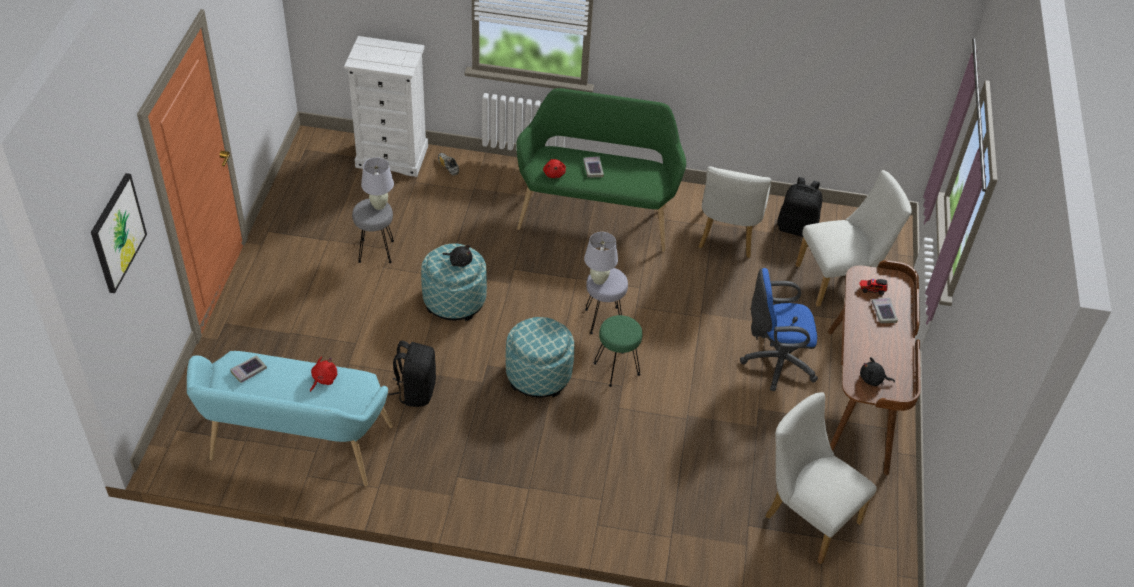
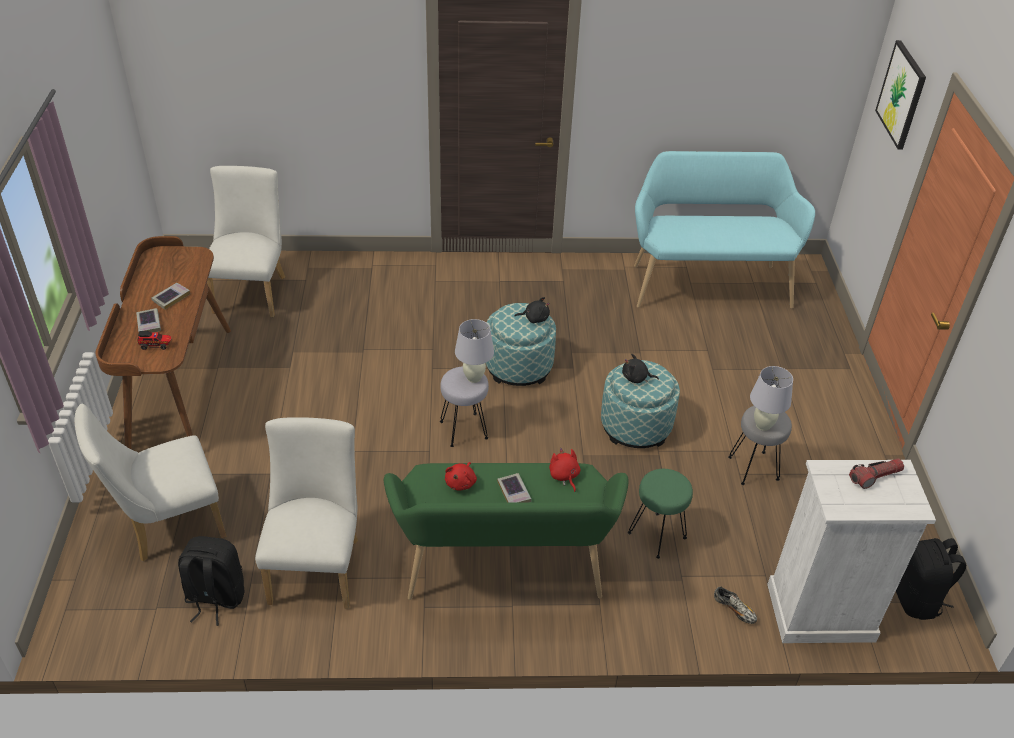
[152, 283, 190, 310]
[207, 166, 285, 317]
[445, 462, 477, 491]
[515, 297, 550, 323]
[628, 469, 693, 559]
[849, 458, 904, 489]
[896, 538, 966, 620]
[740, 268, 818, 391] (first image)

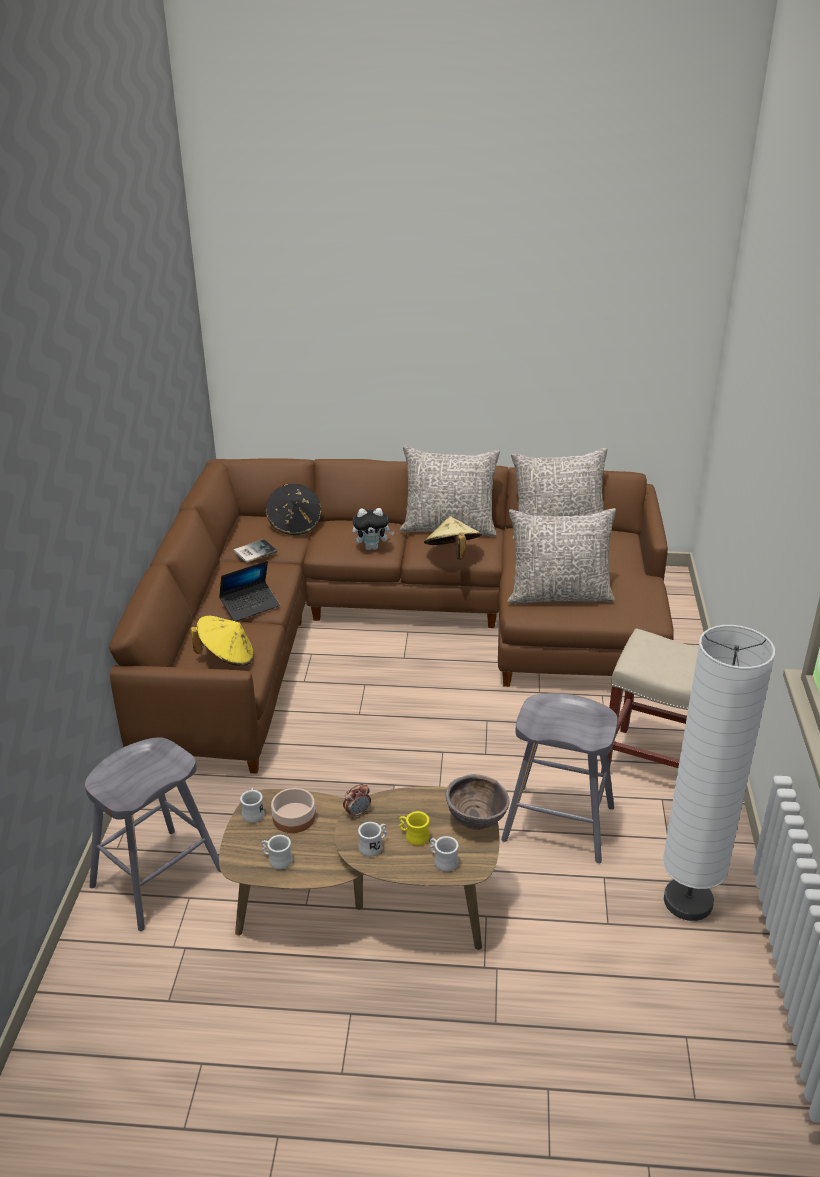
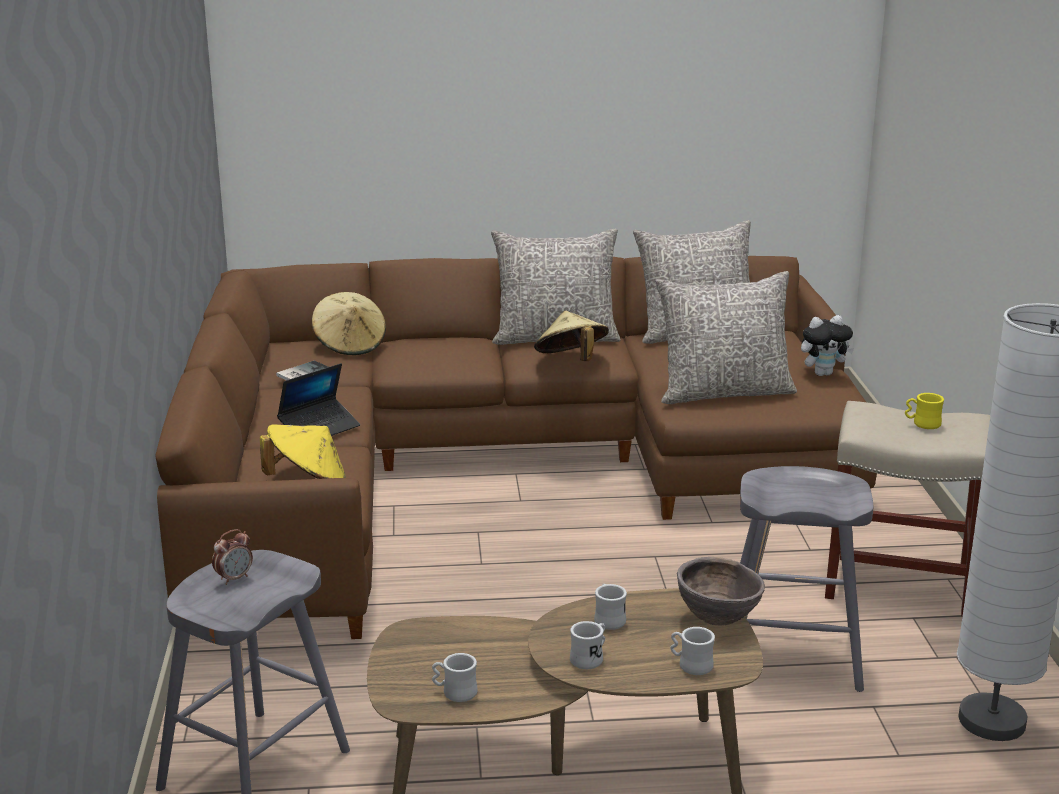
[212, 529, 253, 585]
[312, 292, 386, 355]
[594, 584, 627, 630]
[801, 315, 854, 376]
[905, 393, 944, 429]
[271, 788, 315, 833] (first image)

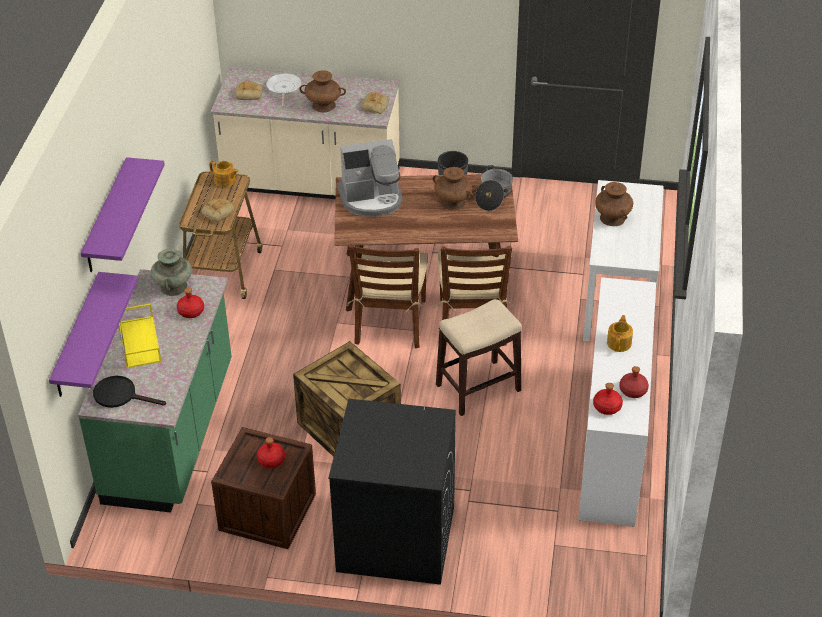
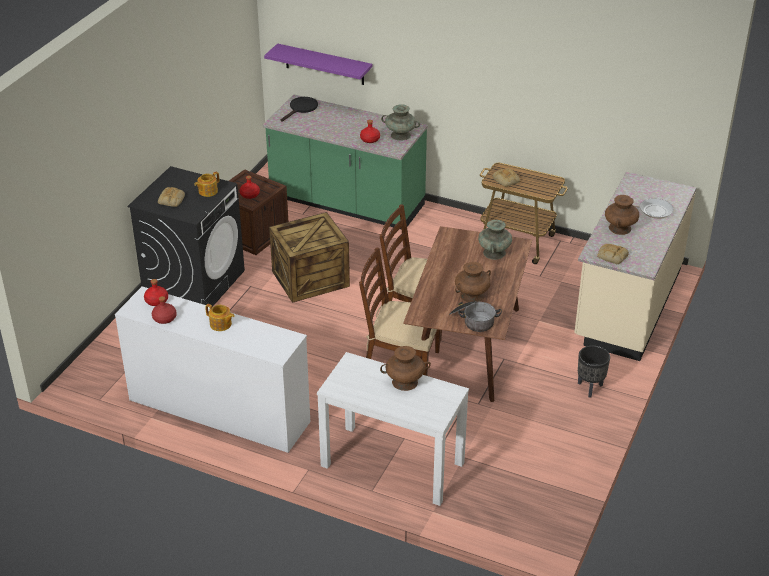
[158, 187, 185, 207]
[194, 172, 219, 197]
[478, 220, 512, 260]
[81, 157, 165, 272] (first image)
[119, 303, 162, 368] (first image)
[436, 299, 522, 416] (first image)

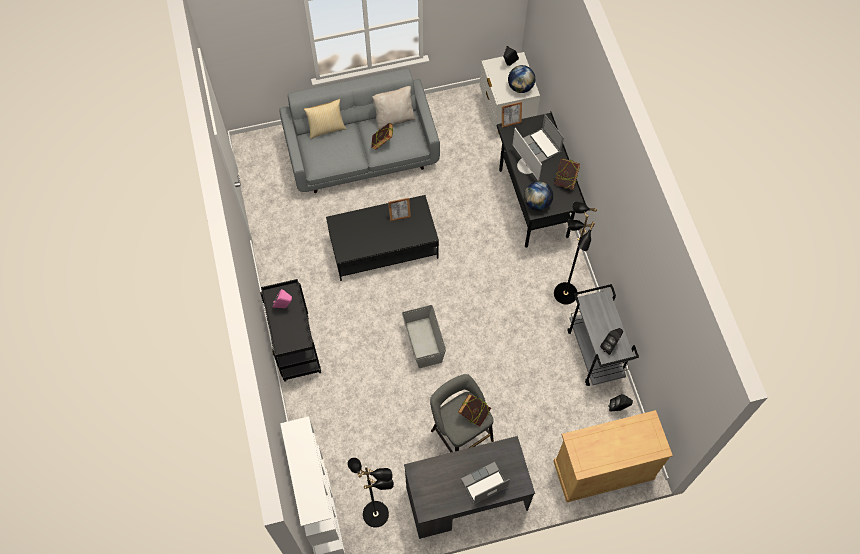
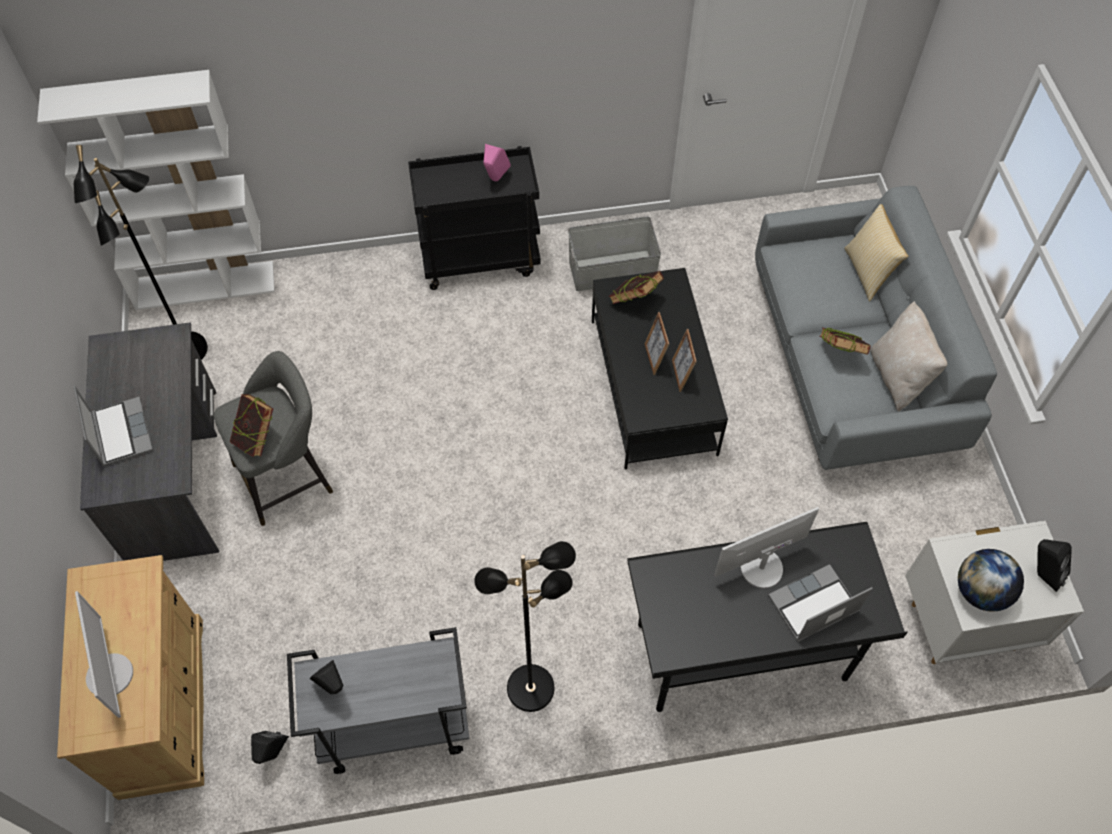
[75, 591, 133, 718]
[568, 216, 661, 291]
[608, 271, 664, 304]
[645, 312, 669, 375]
[524, 181, 553, 211] (first image)

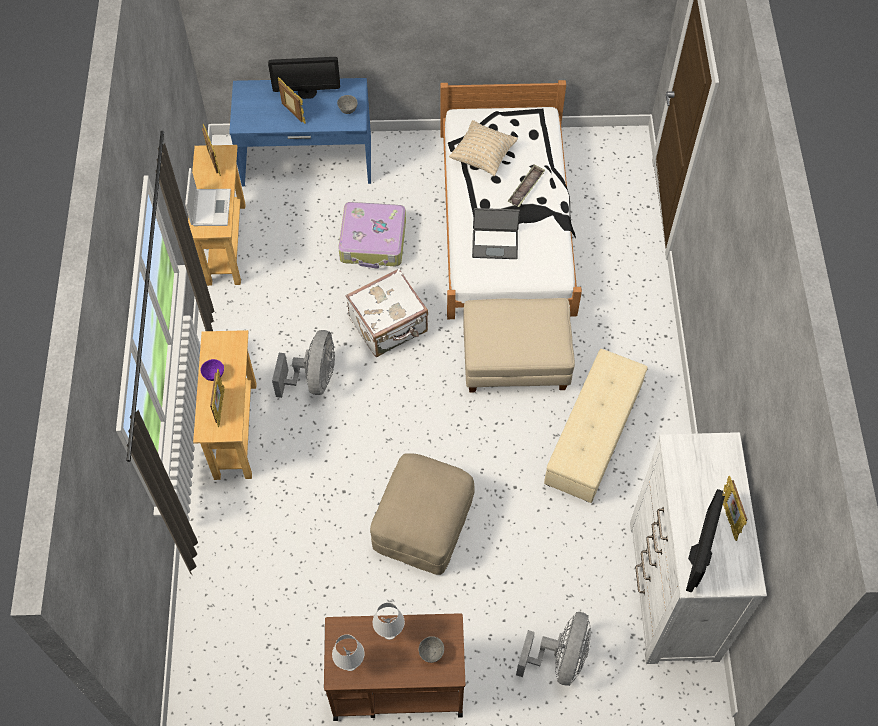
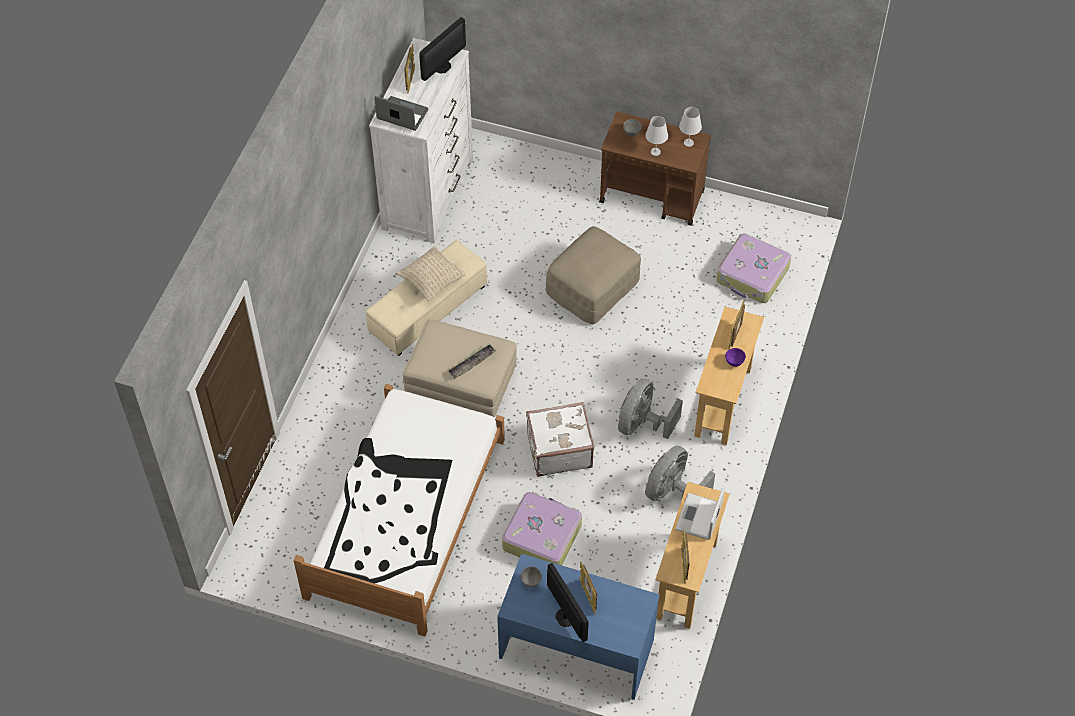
[374, 96, 428, 131]
[397, 246, 466, 301]
[447, 343, 496, 379]
[547, 563, 589, 642]
[645, 445, 715, 501]
[716, 234, 791, 303]

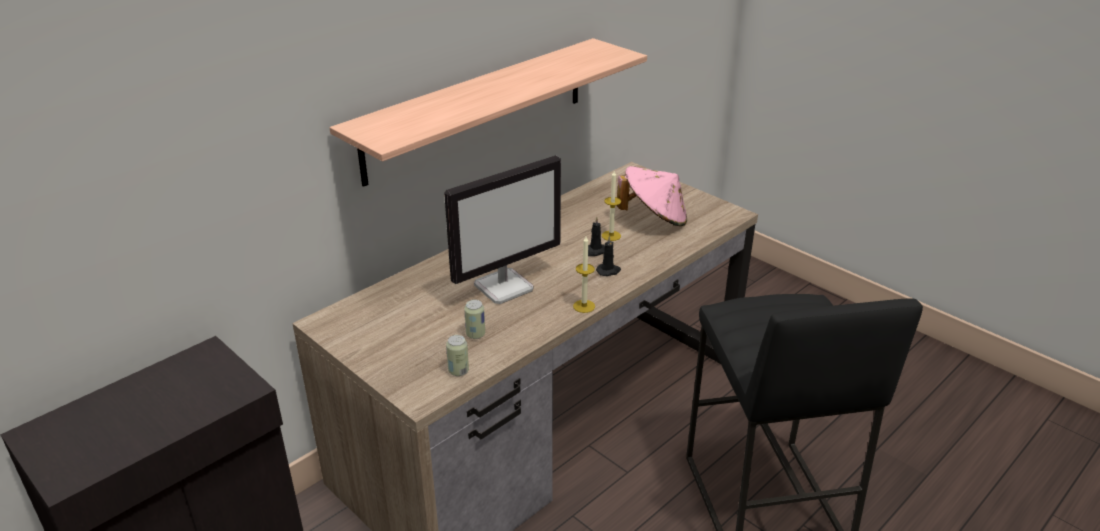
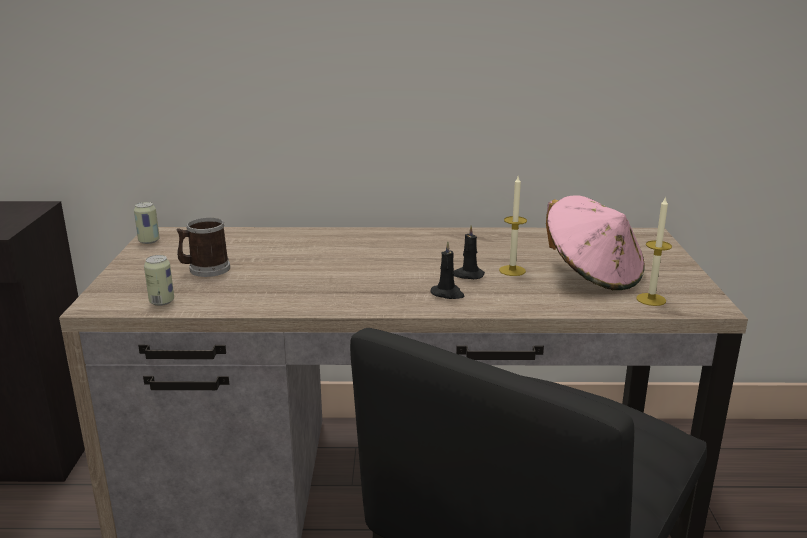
[134, 202, 160, 244]
[177, 218, 230, 277]
[636, 196, 672, 306]
[330, 38, 647, 187] (first image)
[444, 155, 561, 304] (first image)

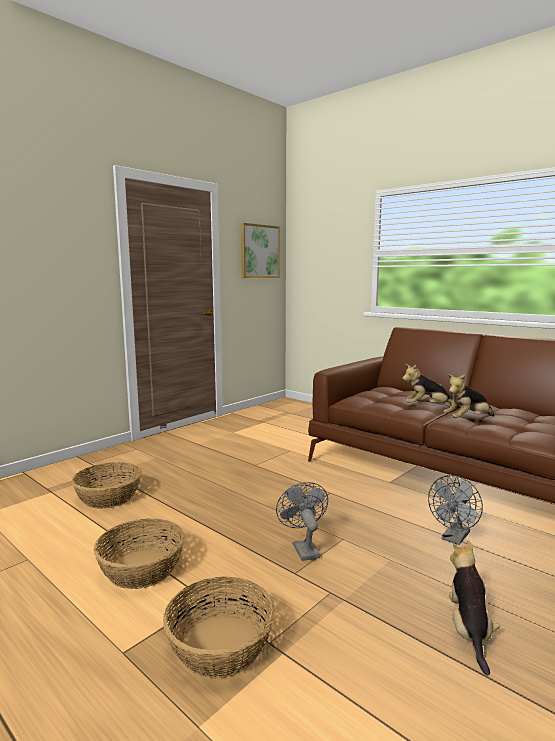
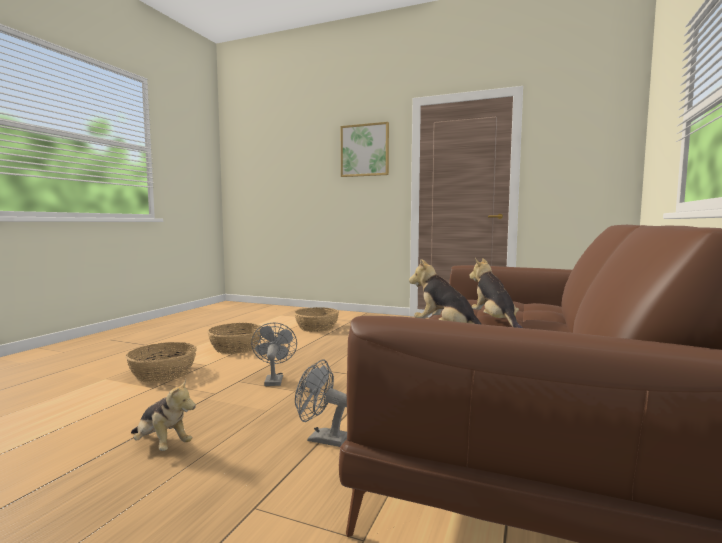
[131, 379, 196, 451]
[251, 323, 297, 386]
[341, 122, 389, 177]

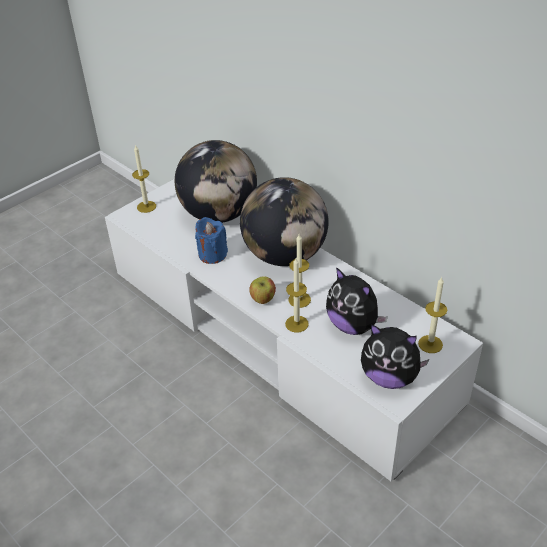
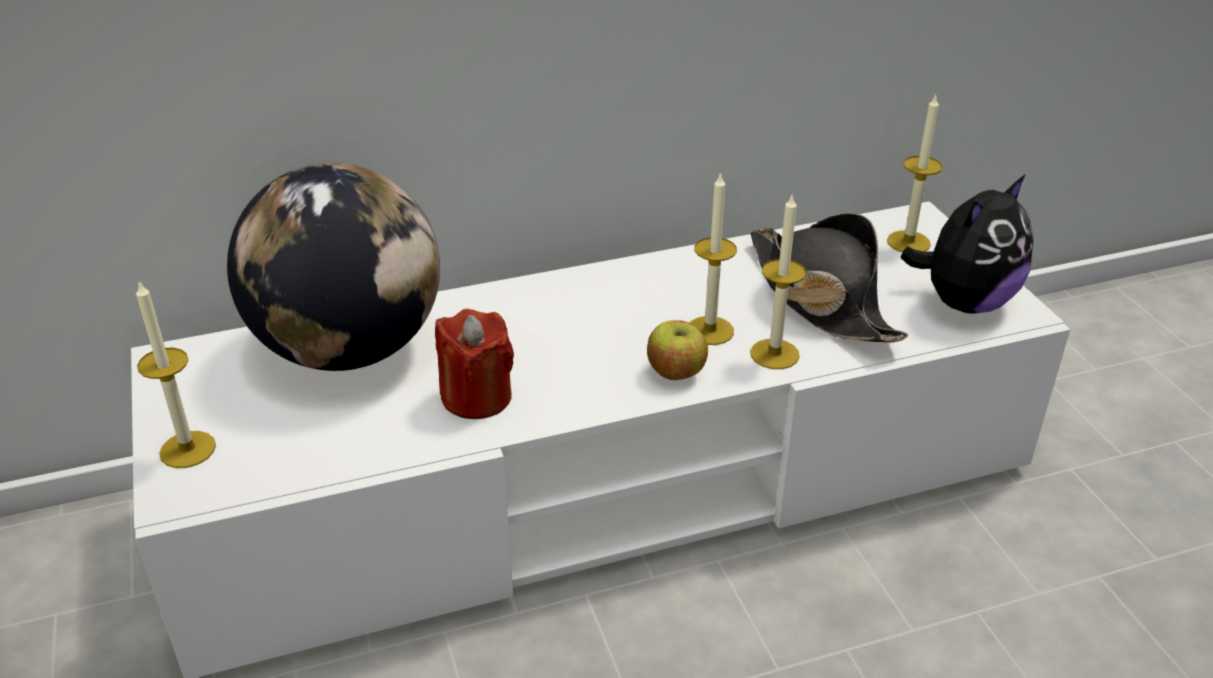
[435, 309, 514, 419]
[750, 213, 908, 342]
[240, 177, 329, 266] (first image)

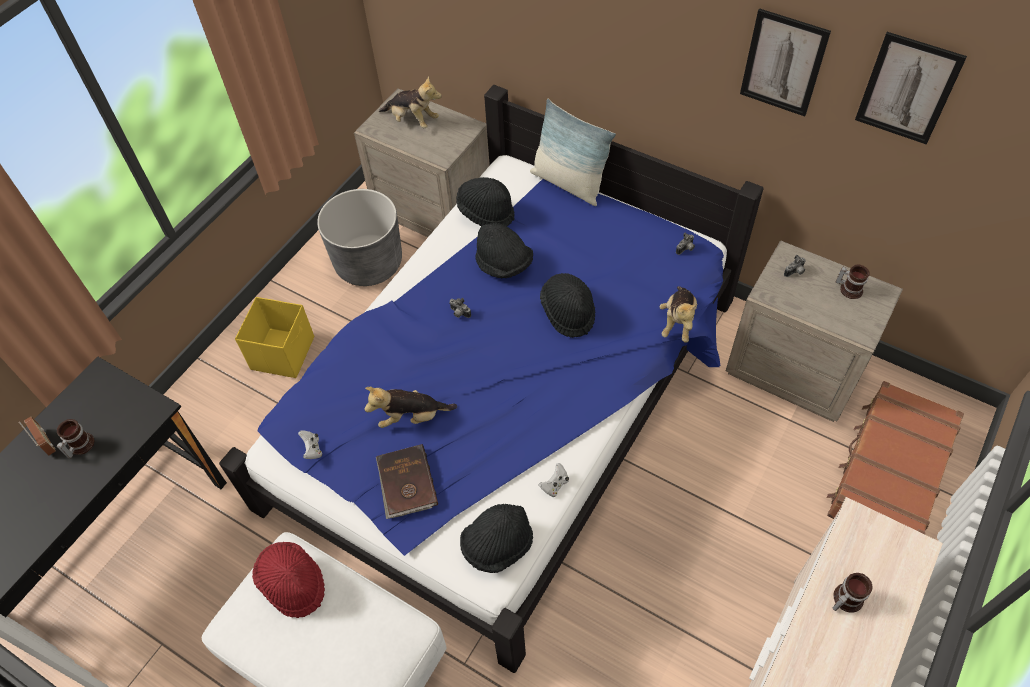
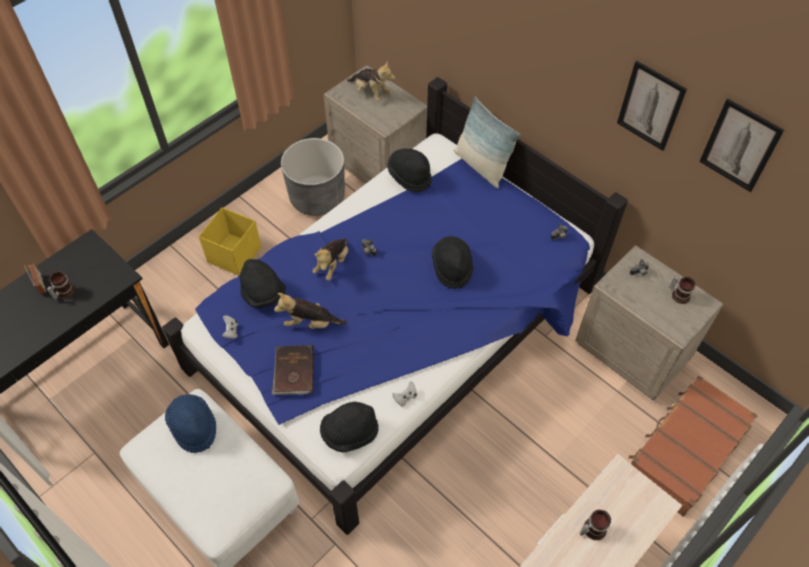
[165, 394, 216, 453]
[240, 259, 286, 308]
[312, 238, 348, 281]

